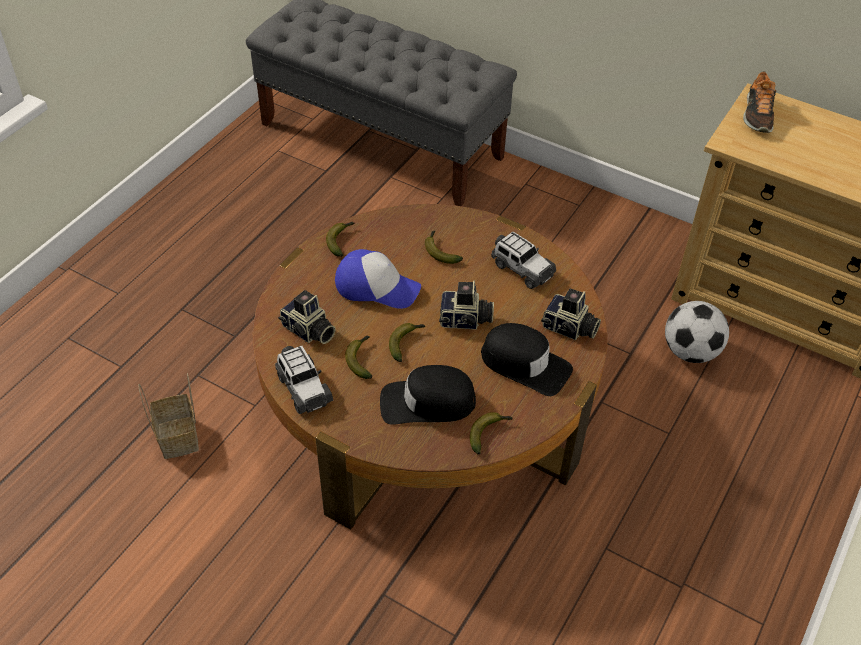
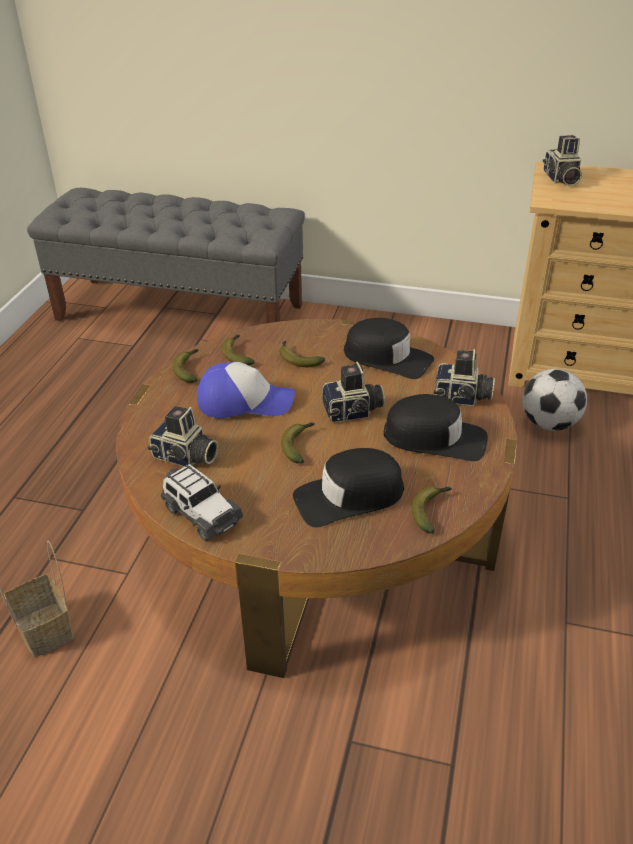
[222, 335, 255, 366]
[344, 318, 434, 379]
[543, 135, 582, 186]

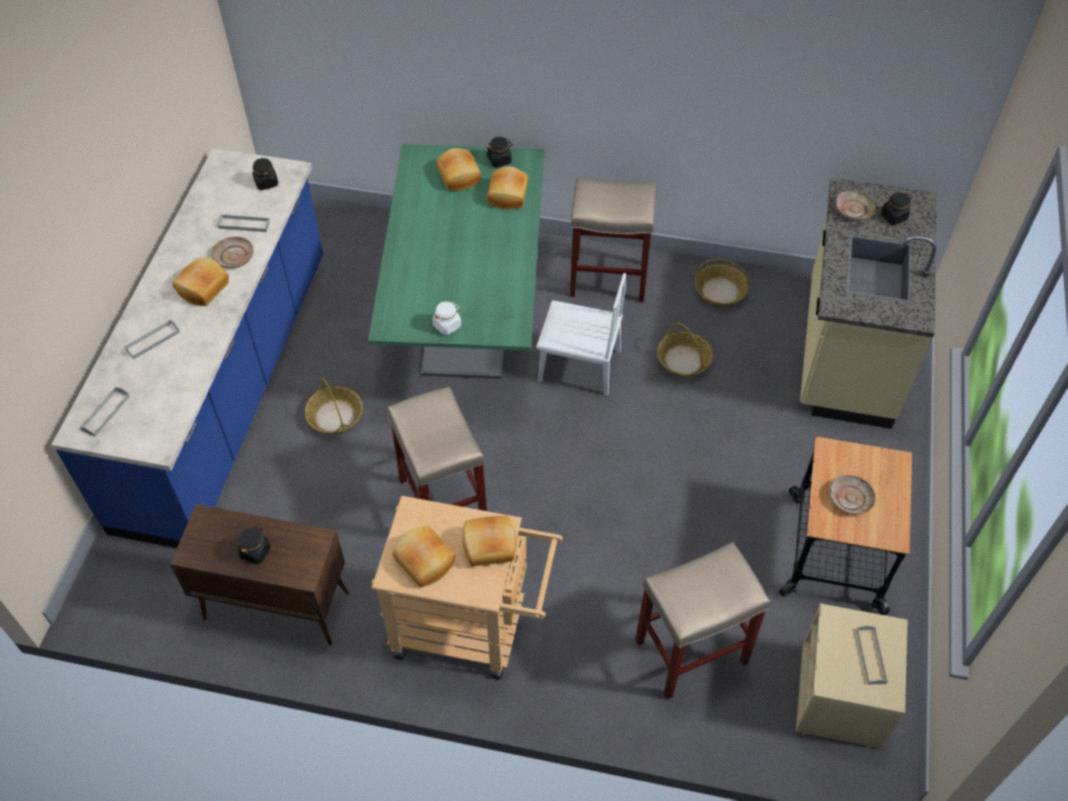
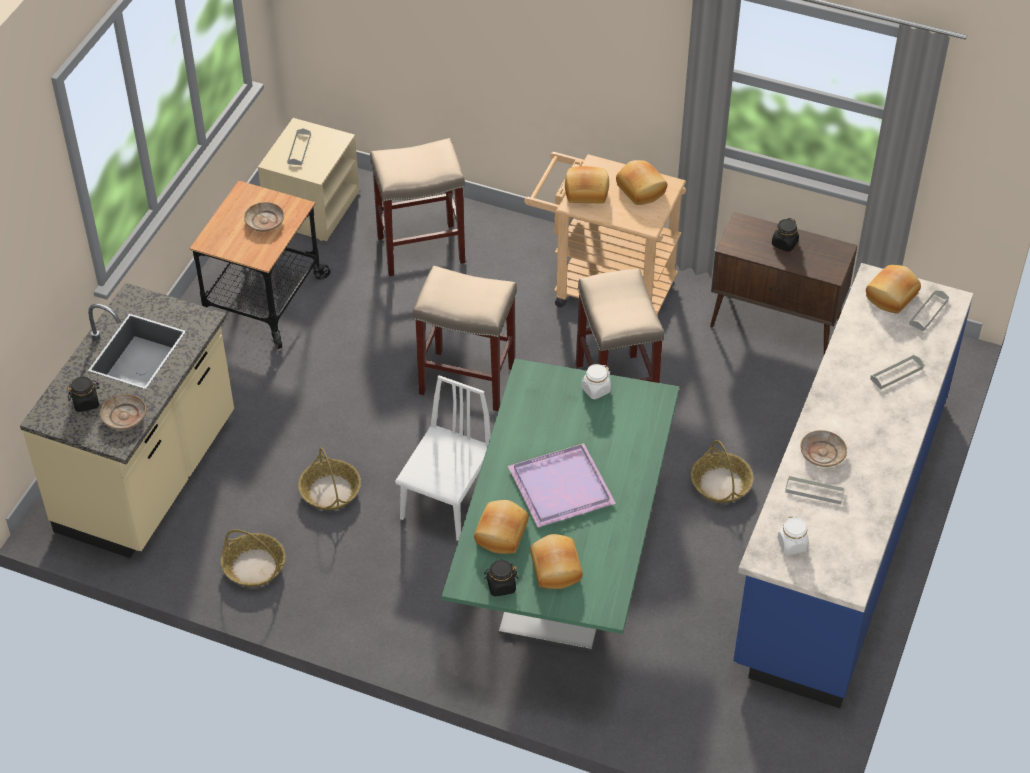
[395, 375, 491, 541]
[413, 266, 517, 411]
[508, 443, 616, 528]
[777, 516, 809, 555]
[866, 265, 921, 314]

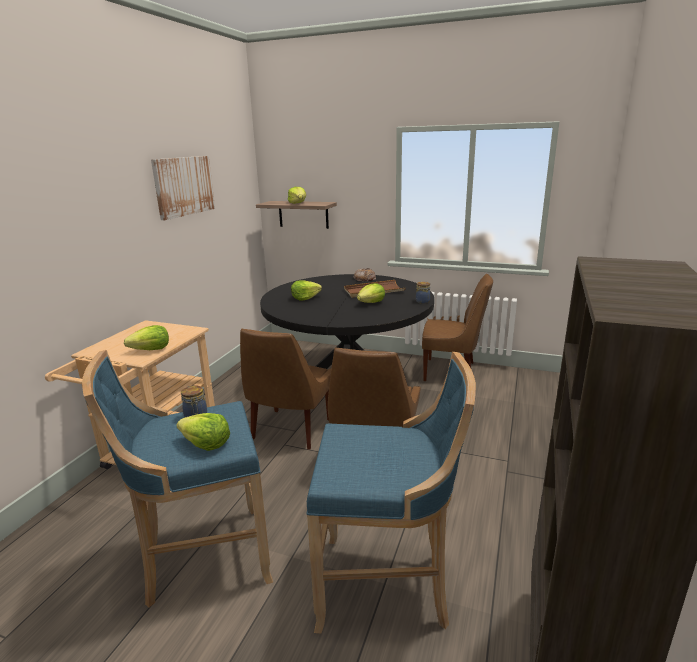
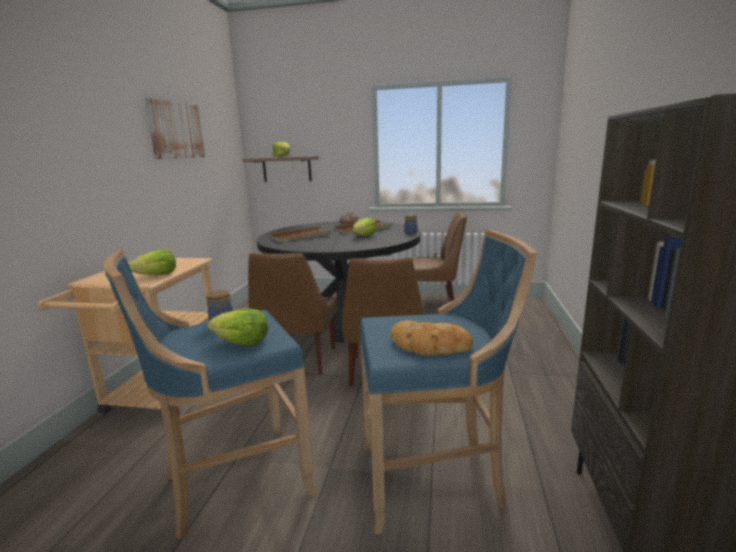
[270, 226, 331, 242]
[390, 320, 473, 356]

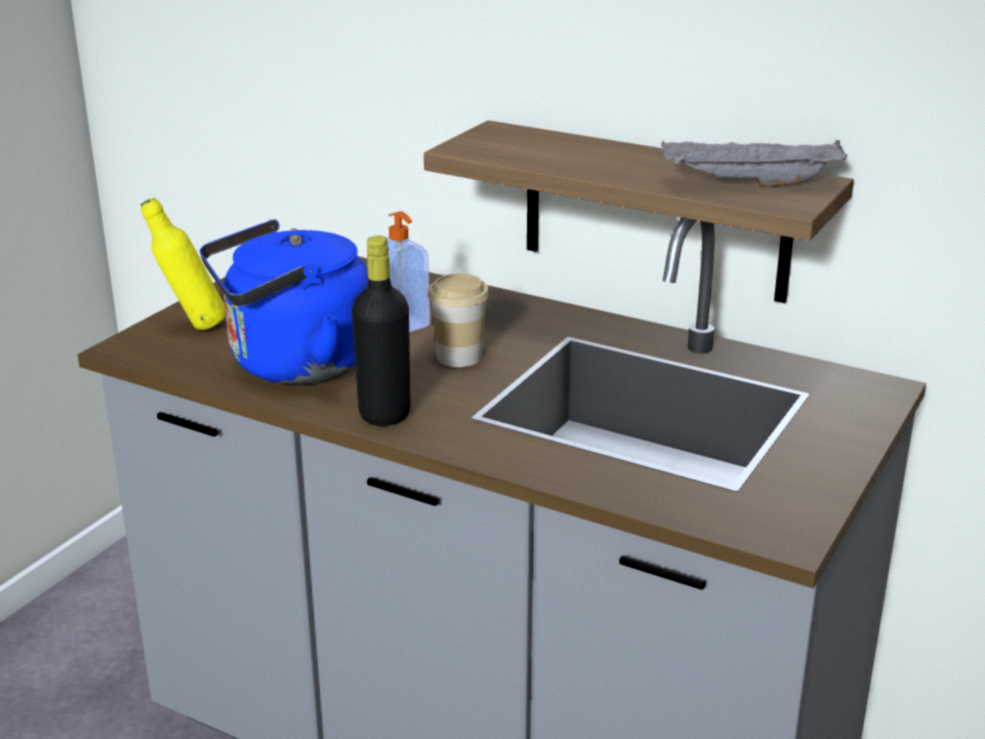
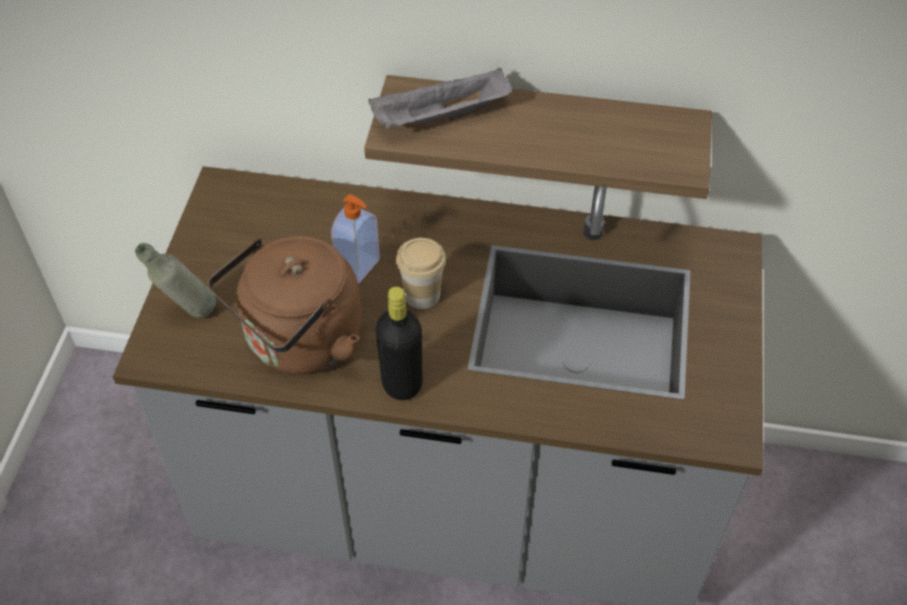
[135, 243, 216, 318]
[208, 236, 362, 374]
[368, 67, 512, 129]

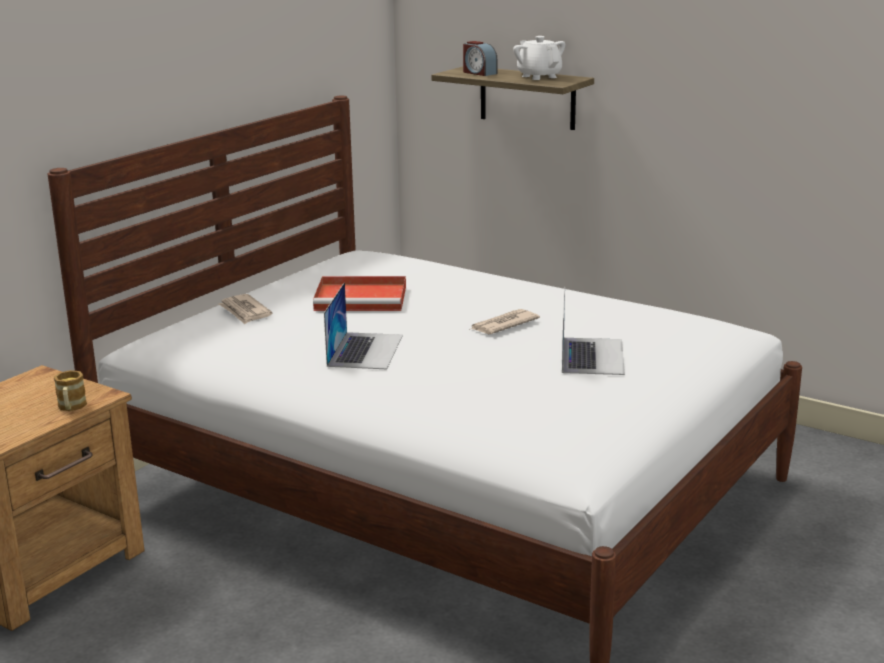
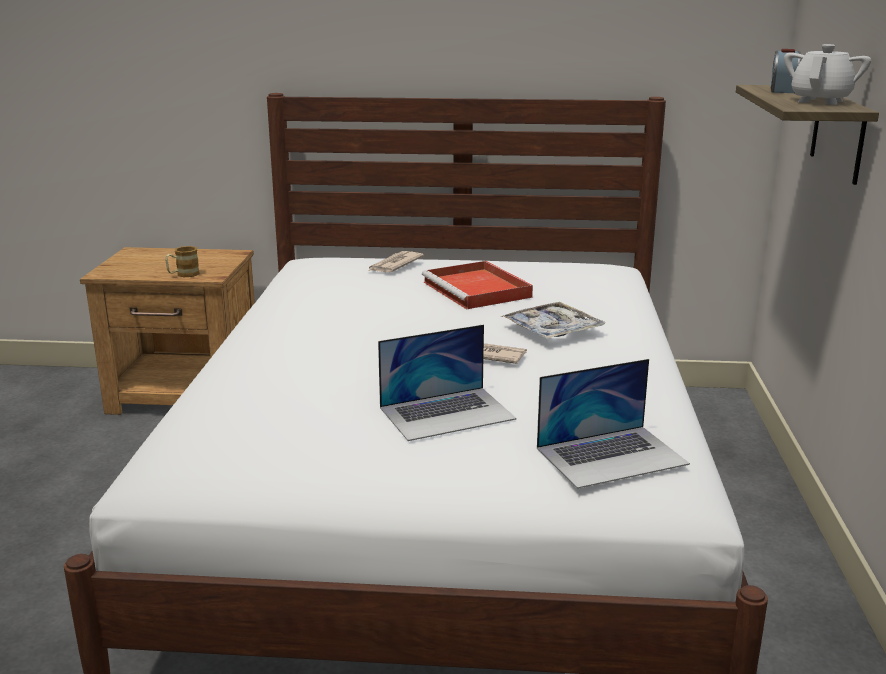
[500, 302, 606, 339]
[537, 359, 690, 489]

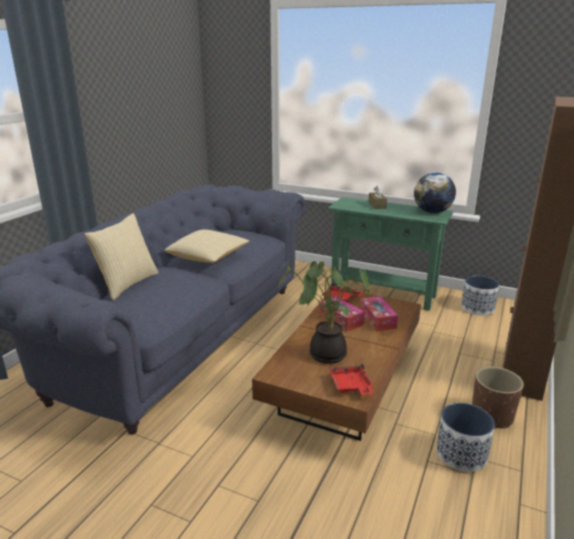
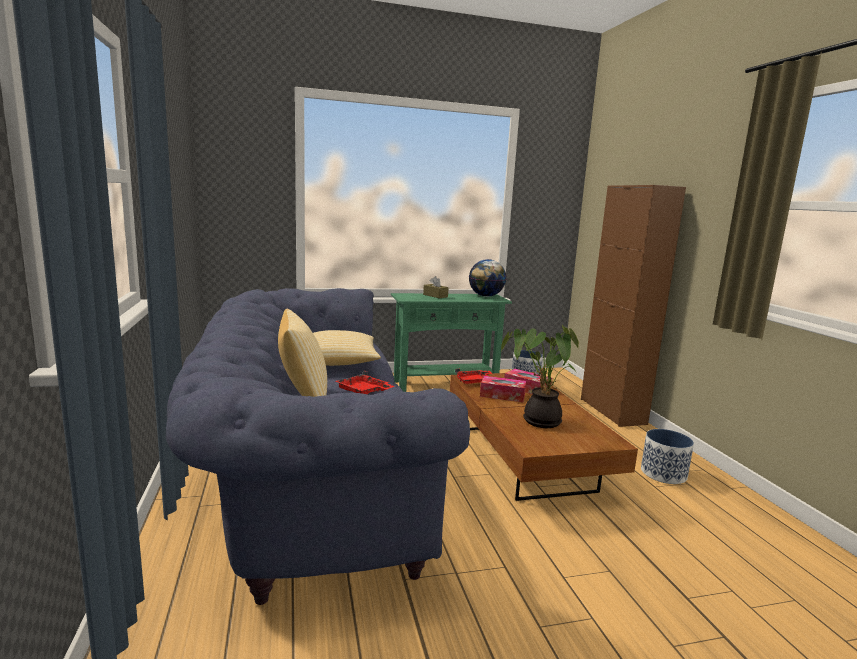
[335, 371, 395, 394]
[472, 366, 524, 429] (first image)

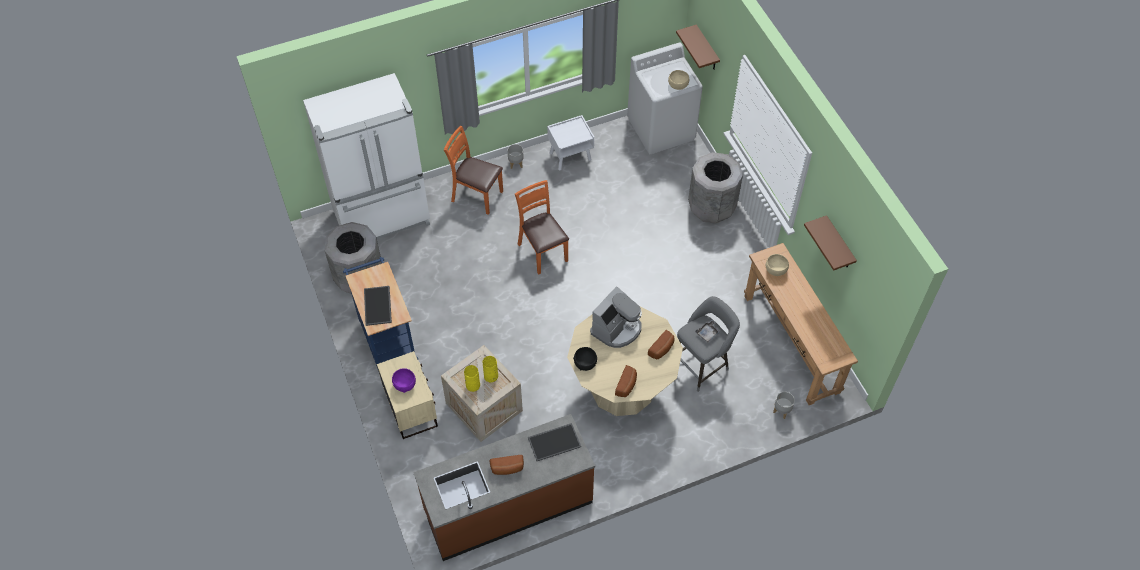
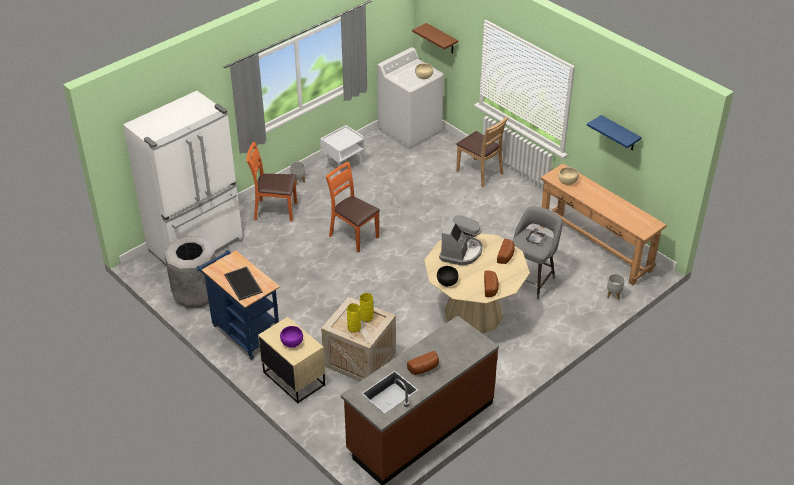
[456, 116, 508, 187]
[587, 115, 642, 150]
[528, 423, 581, 461] (first image)

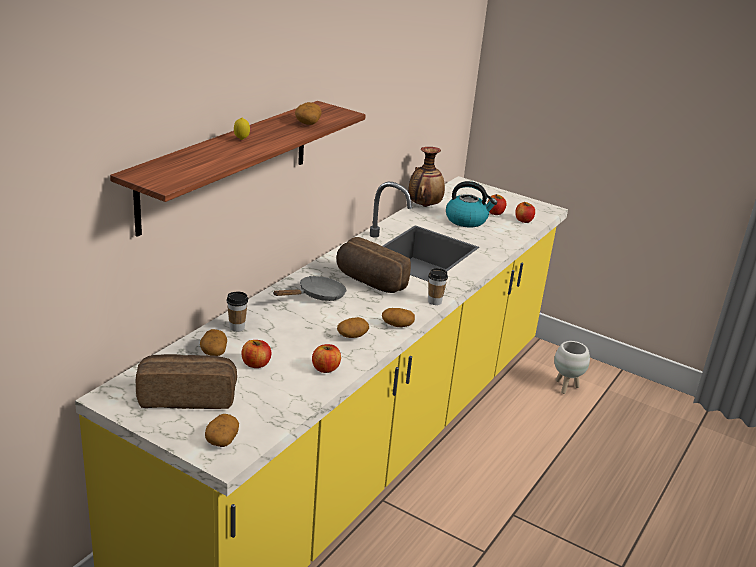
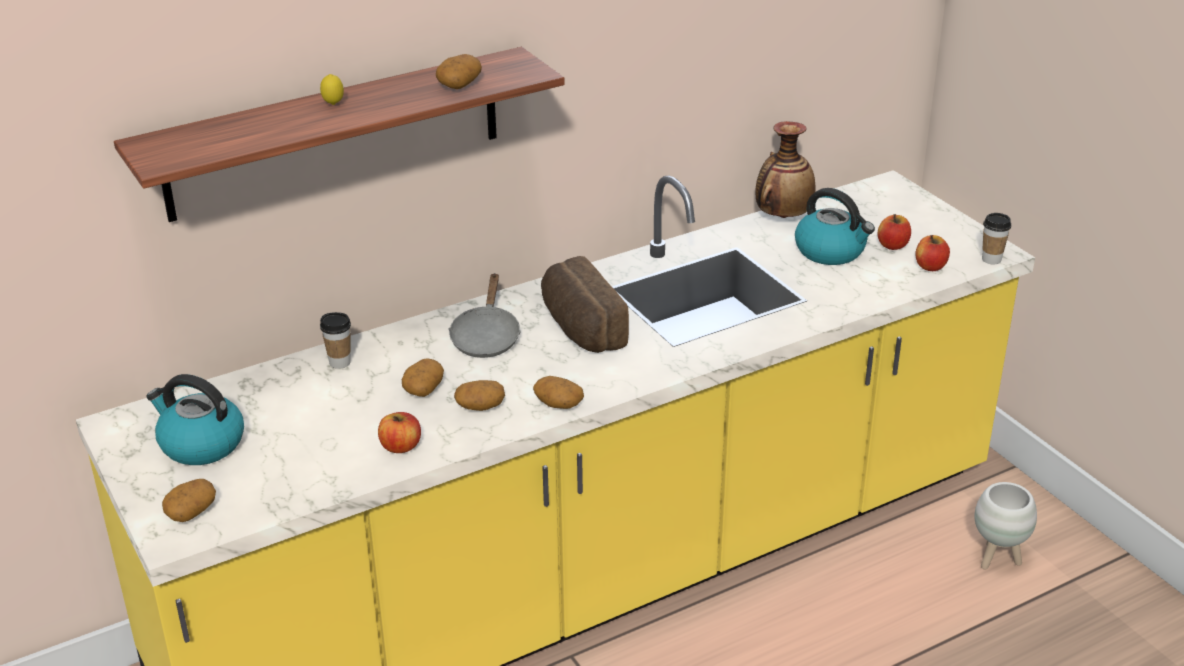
[146, 374, 244, 465]
[402, 358, 444, 397]
[448, 273, 521, 358]
[982, 213, 1011, 264]
[241, 340, 271, 368] (first image)

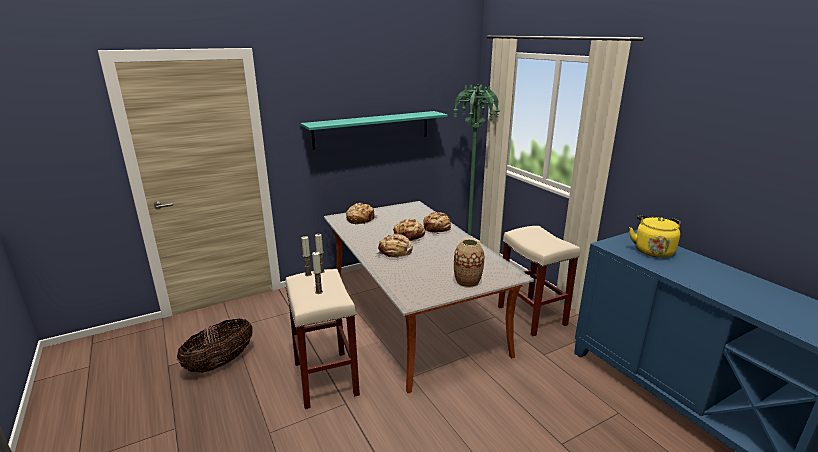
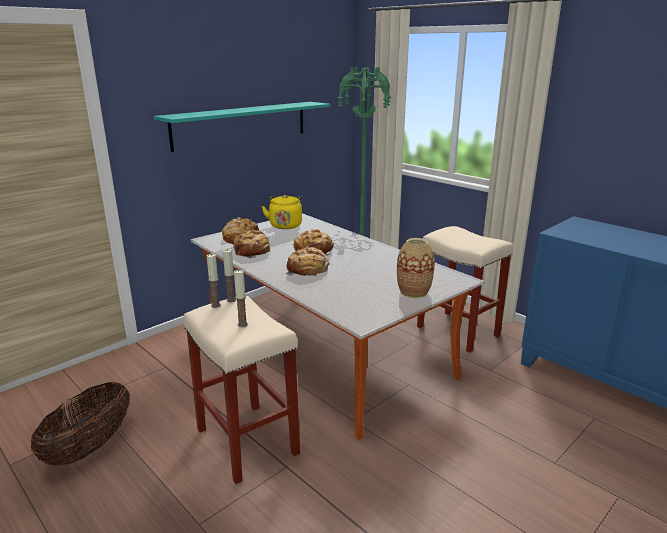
[234, 230, 272, 258]
[262, 195, 302, 229]

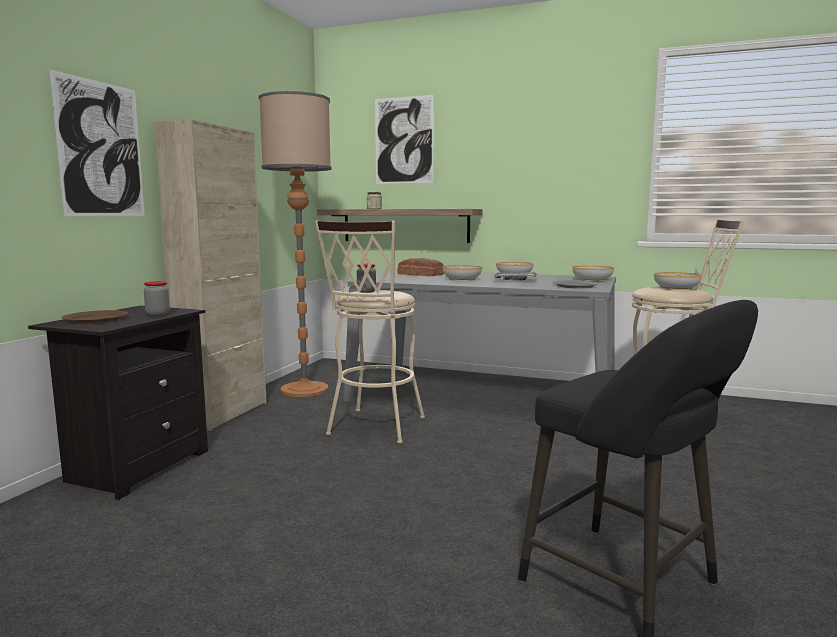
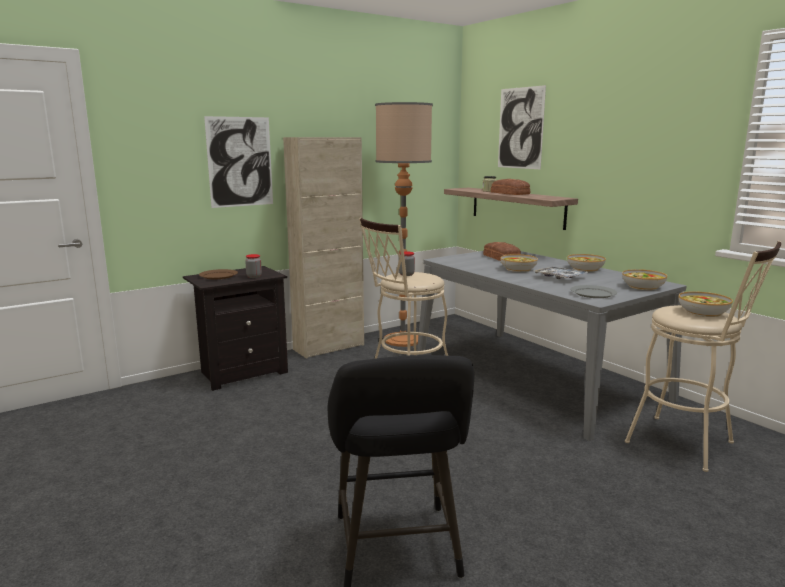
[491, 179, 530, 195]

